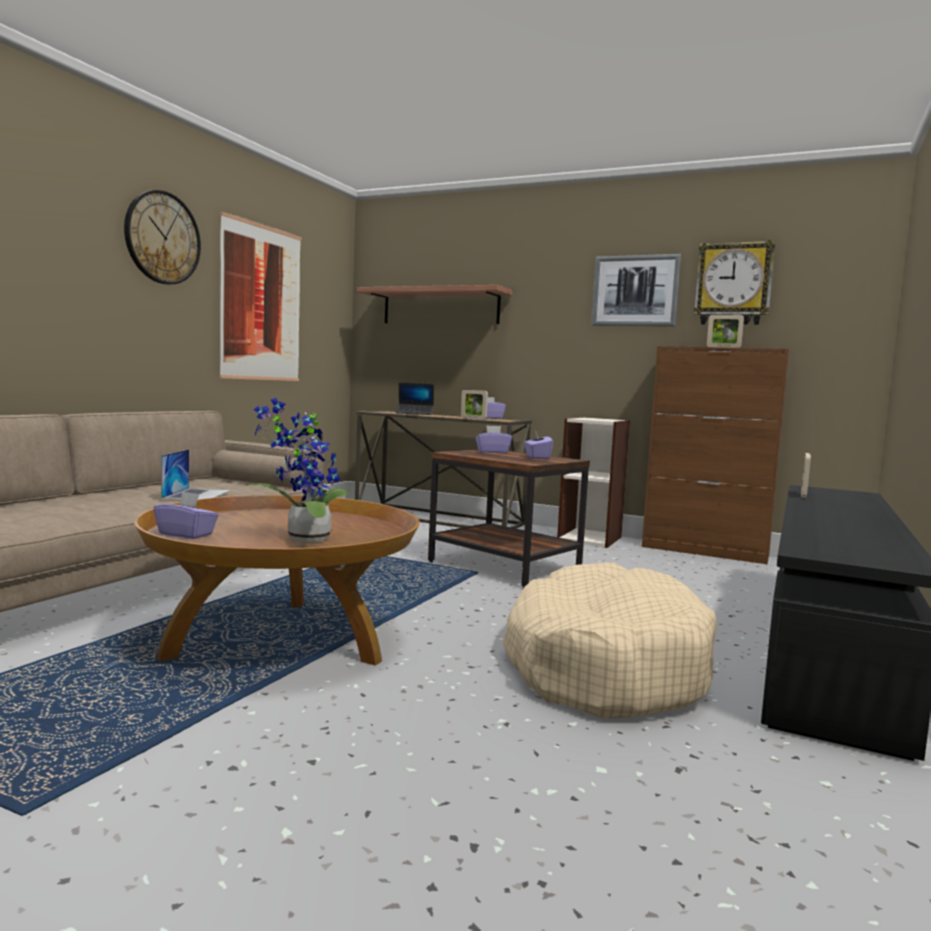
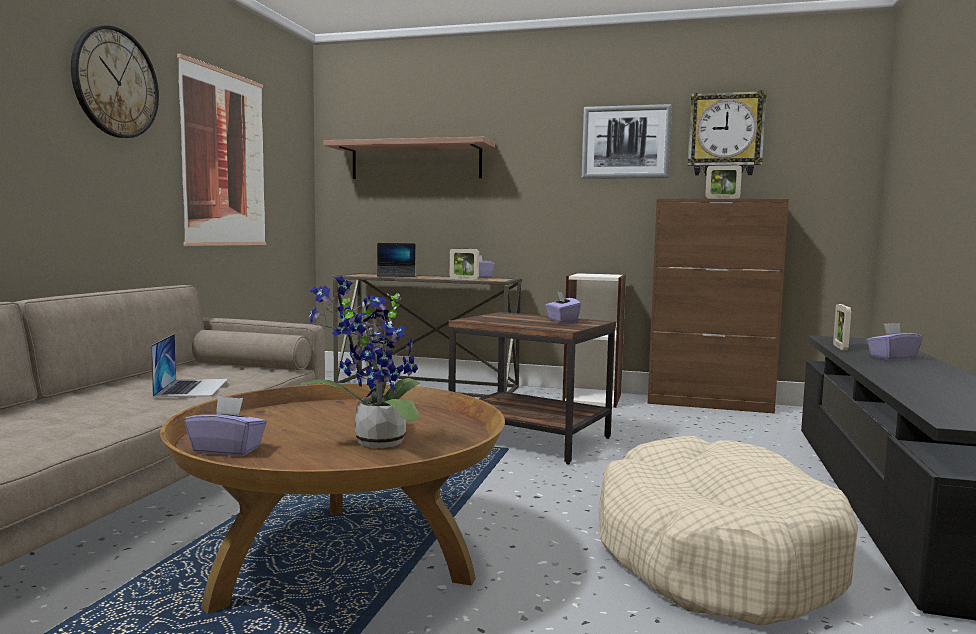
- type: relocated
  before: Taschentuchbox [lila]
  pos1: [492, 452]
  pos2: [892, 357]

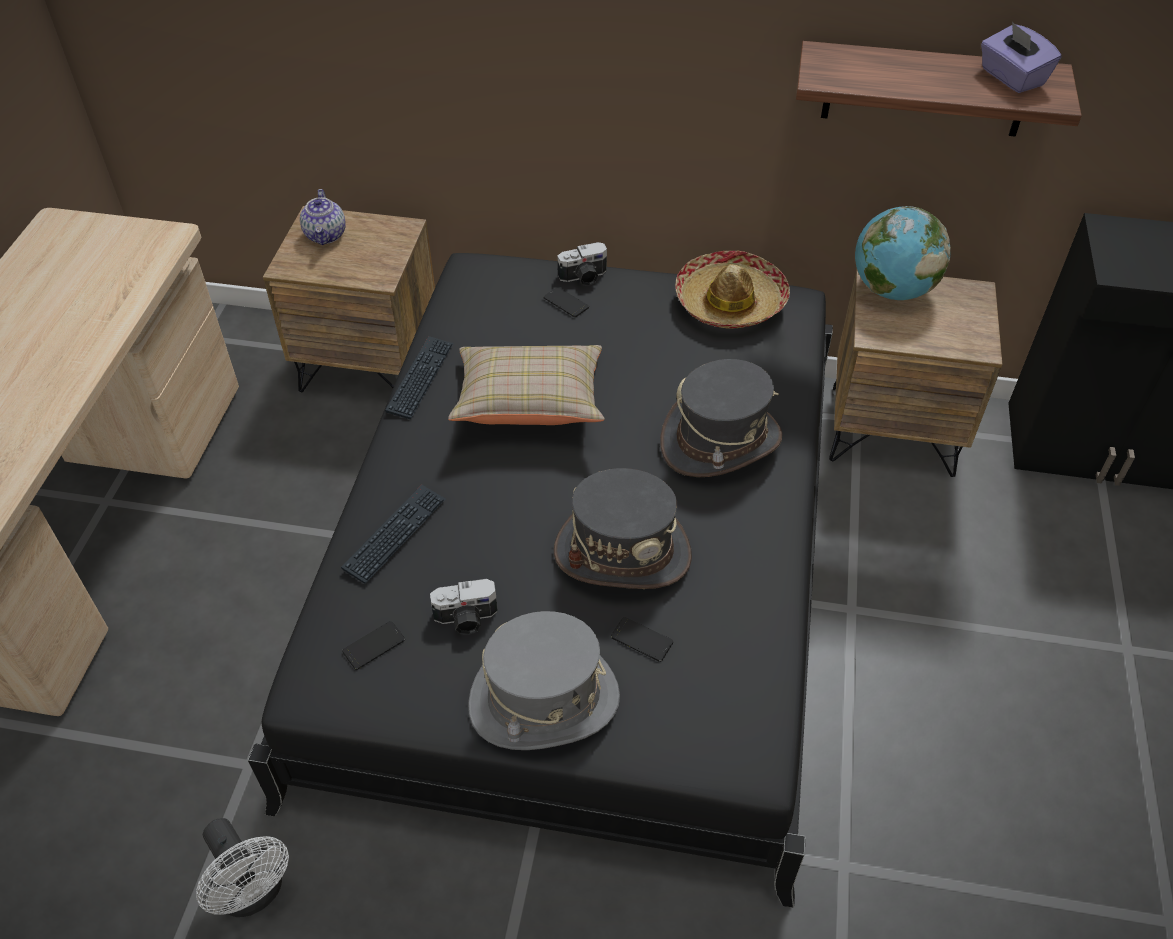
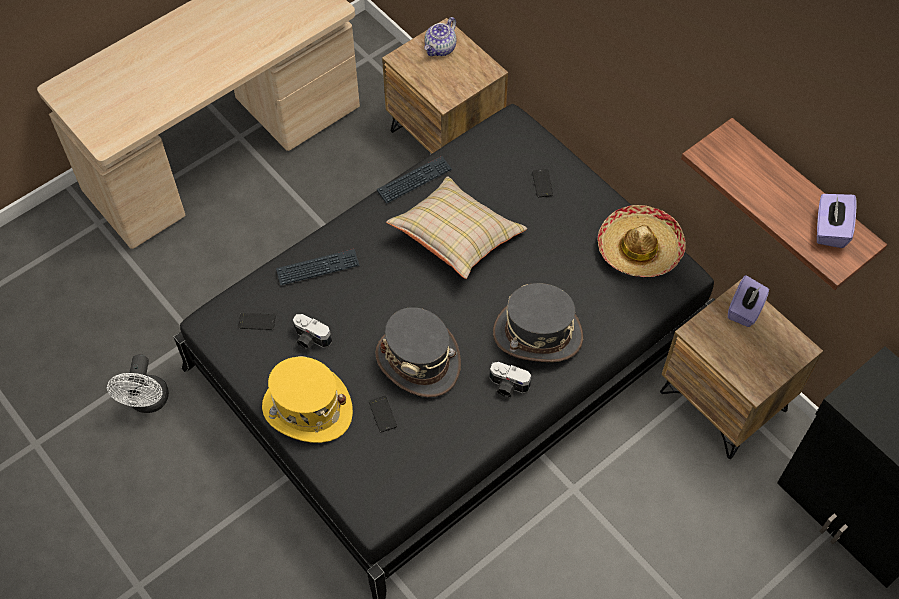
- type: colour
  before: Hut [grau]
  after: Hut [gelb]
  pos1: [544, 701]
  pos2: [307, 409]
- type: relocated
  before: Kamera
  pos1: [584, 277]
  pos2: [507, 387]
- type: exchanged
  before: Globus
  after: Taschentuchbox [lila]
  pos1: [892, 290]
  pos2: [745, 310]

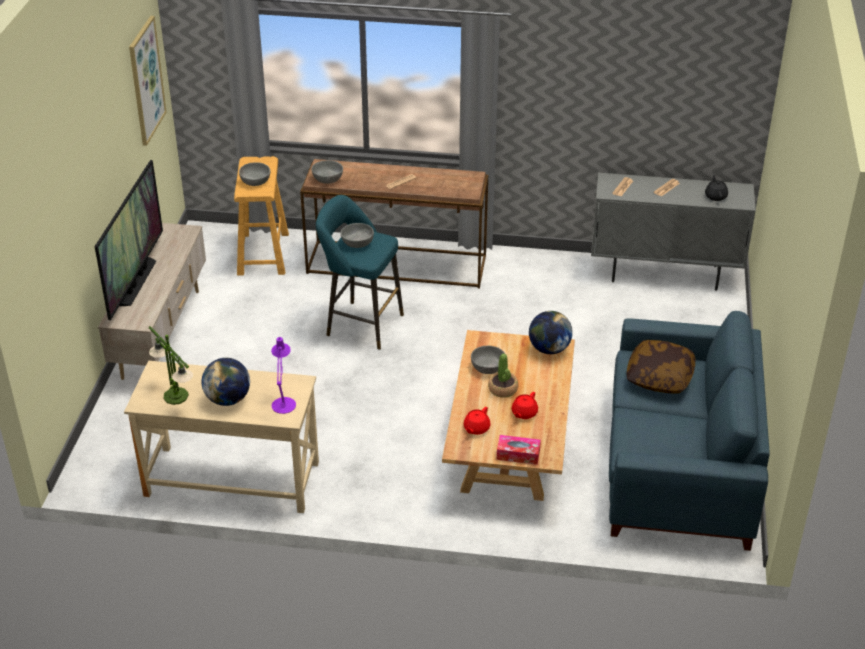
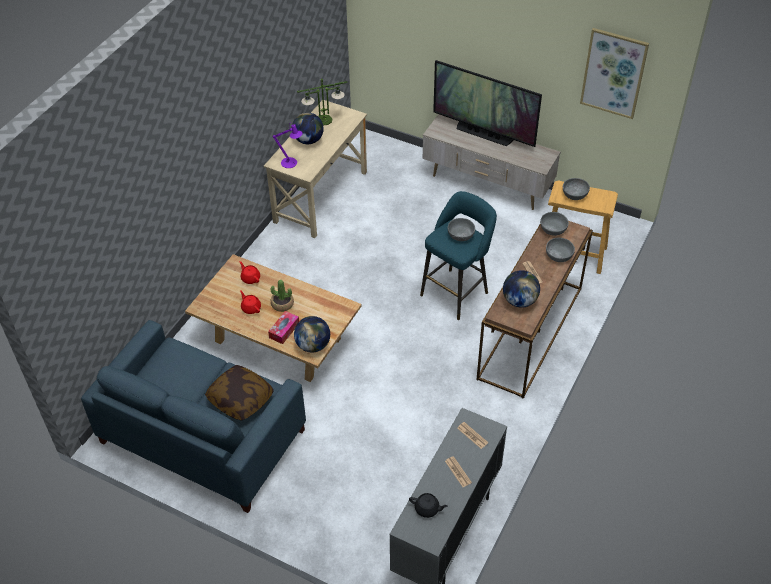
- type: relocated
  before: Schüssel [grau]
  pos1: [488, 367]
  pos2: [559, 255]
- type: relocated
  before: Taschentuchbox
  pos1: [518, 454]
  pos2: [284, 330]
- type: appeared
  after: Globus
  pos2: [519, 301]

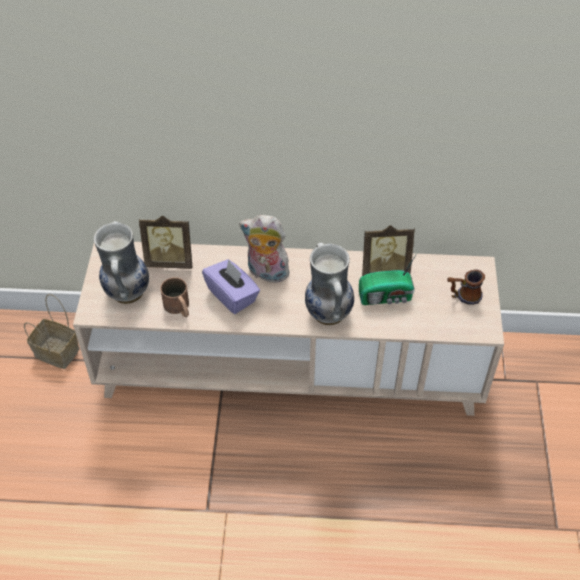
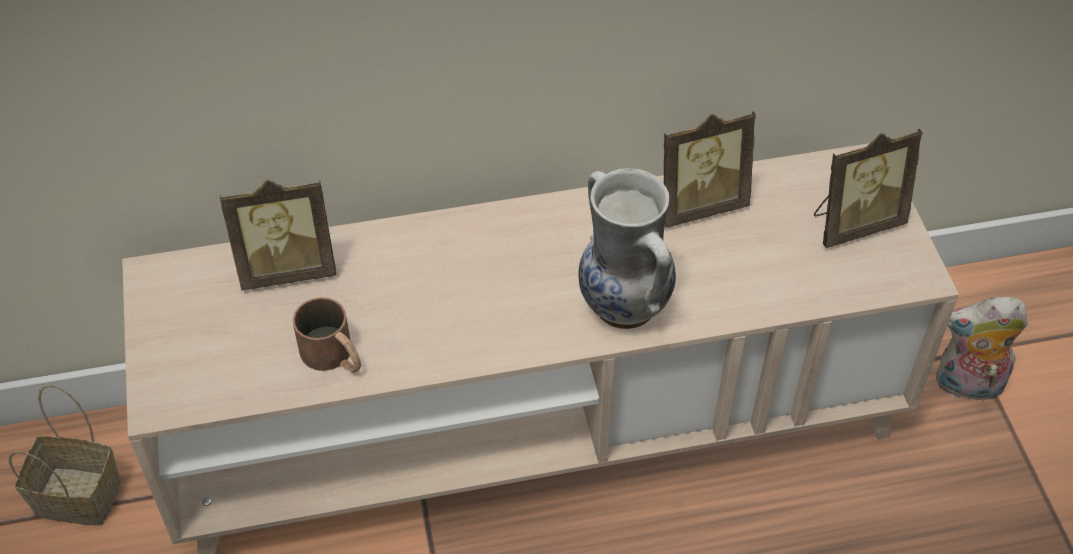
- type: missing
  before: Vase
  pos1: [126, 292]
- type: missing
  before: Taschentuchbox [lila]
  pos1: [232, 295]
- type: relocated
  before: Plüschtier
  pos1: [266, 273]
  pos2: [967, 386]
- type: missing
  before: Radio
  pos1: [386, 297]
- type: exchanged
  before: Henkelbecher
  after: Bilderrahmen
  pos1: [462, 296]
  pos2: [854, 223]

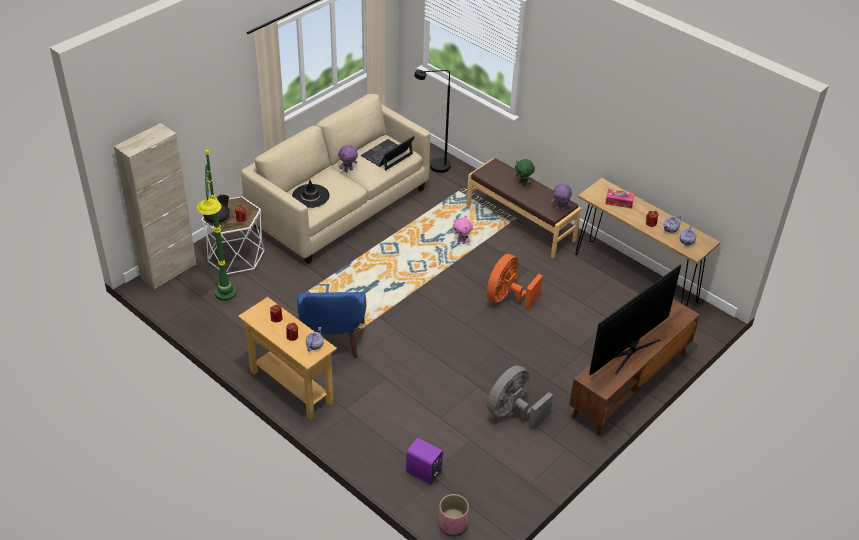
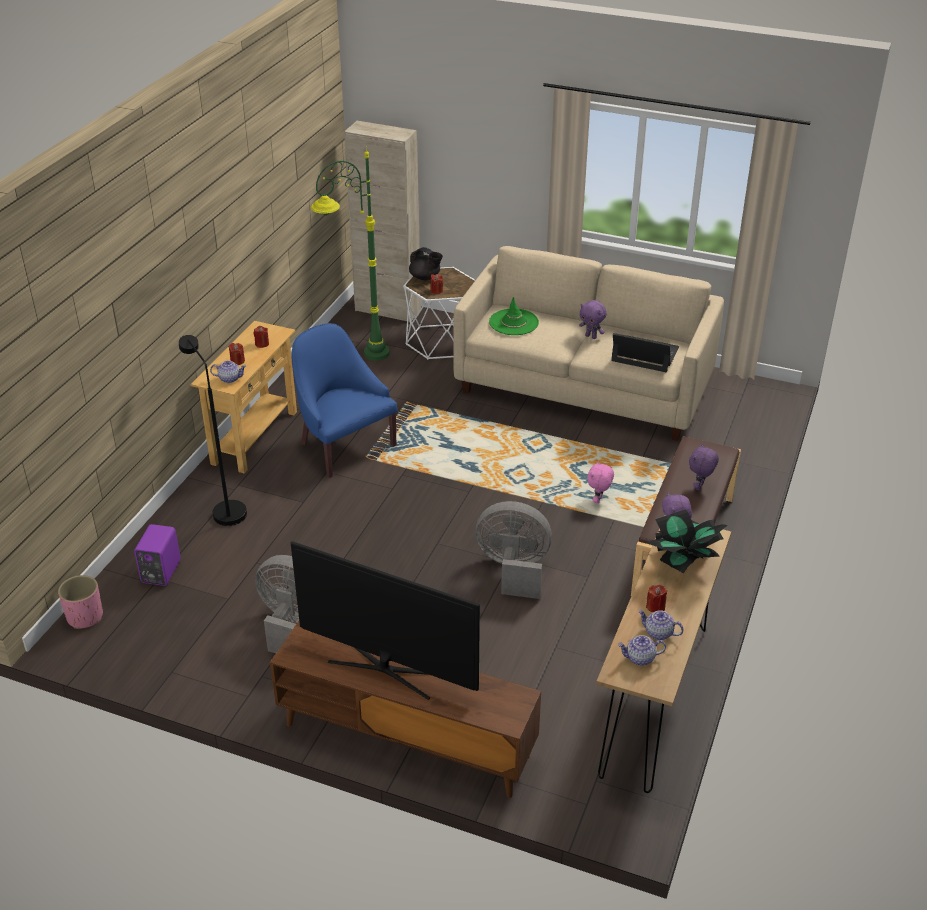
- type: colour
  before: Hut [schwarz]
  after: Hut [grün]
  pos1: [310, 196]
  pos2: [514, 322]
- type: spun
  before: Sessel [blau]
  pos1: [332, 341]
  pos2: [343, 445]
  turn: 75
- type: relocated
  before: Stehlampe [schwarz]
  pos1: [434, 167]
  pos2: [225, 509]
- type: colour
  before: Ventilator [orange]
  after: Ventilator [grau]
  pos1: [507, 298]
  pos2: [513, 570]
- type: colour
  before: Plüschtier [grün]
  after: Plüschtier [lila]
  pos1: [523, 184]
  pos2: [700, 487]
- type: exchanged
  before: Taschentuchbox
  after: Topfpflanze
  pos1: [619, 202]
  pos2: [683, 561]

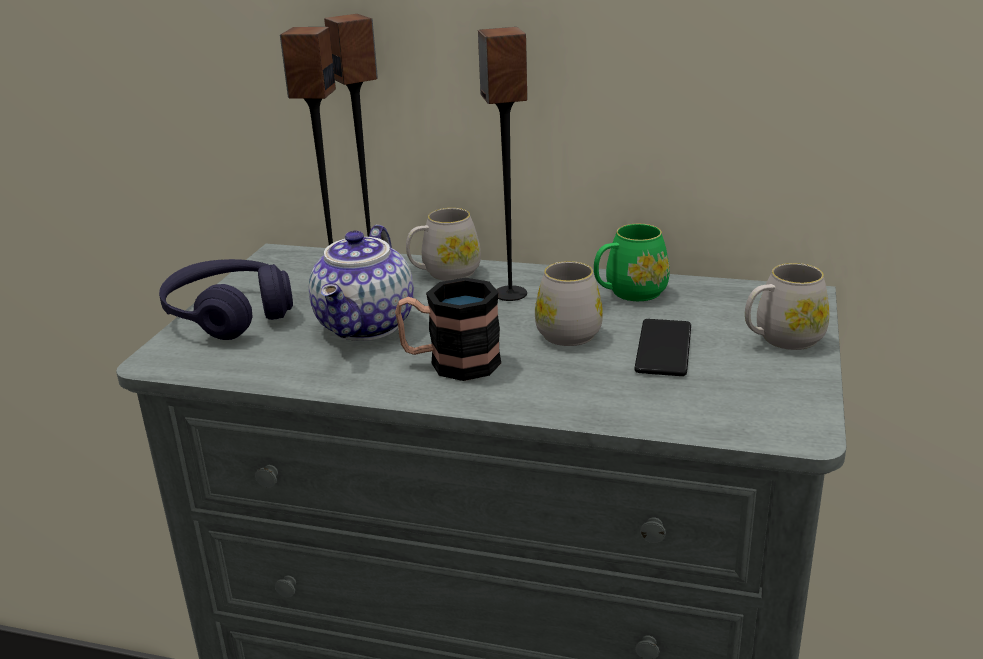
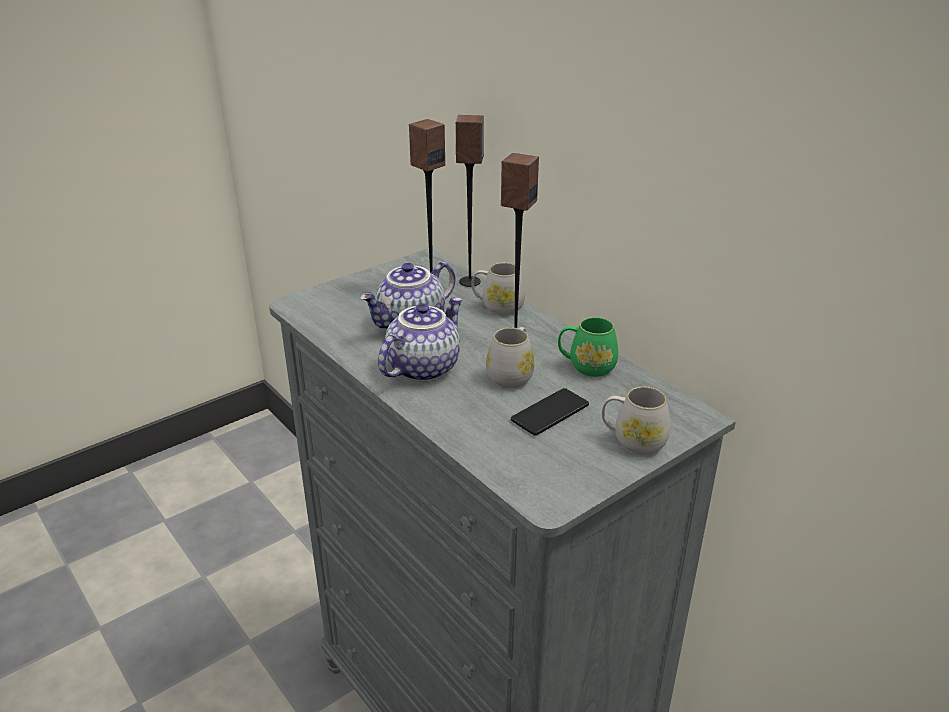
- type: missing
  before: Kopfhörer [lila]
  pos1: [229, 315]
- type: exchanged
  before: Henkelbecher
  after: Teekanne
  pos1: [450, 363]
  pos2: [422, 367]

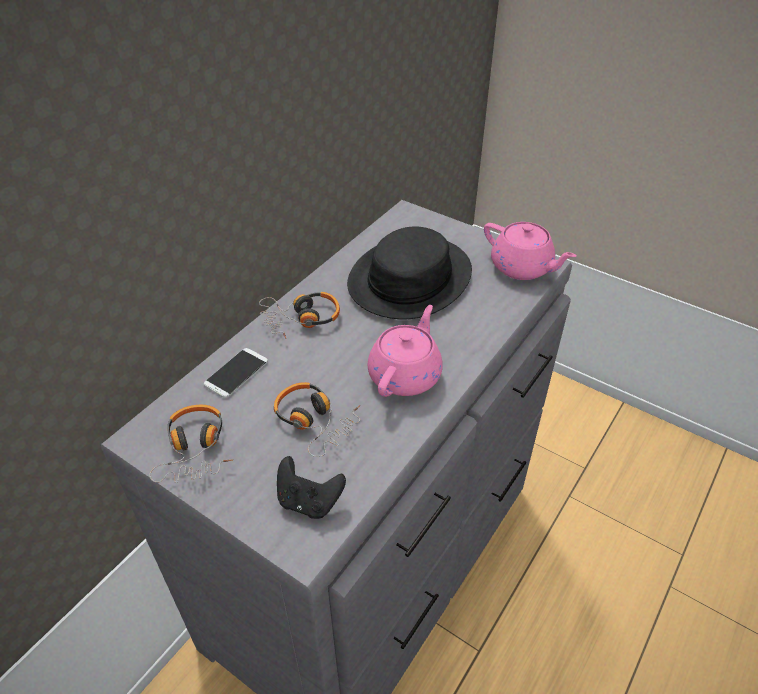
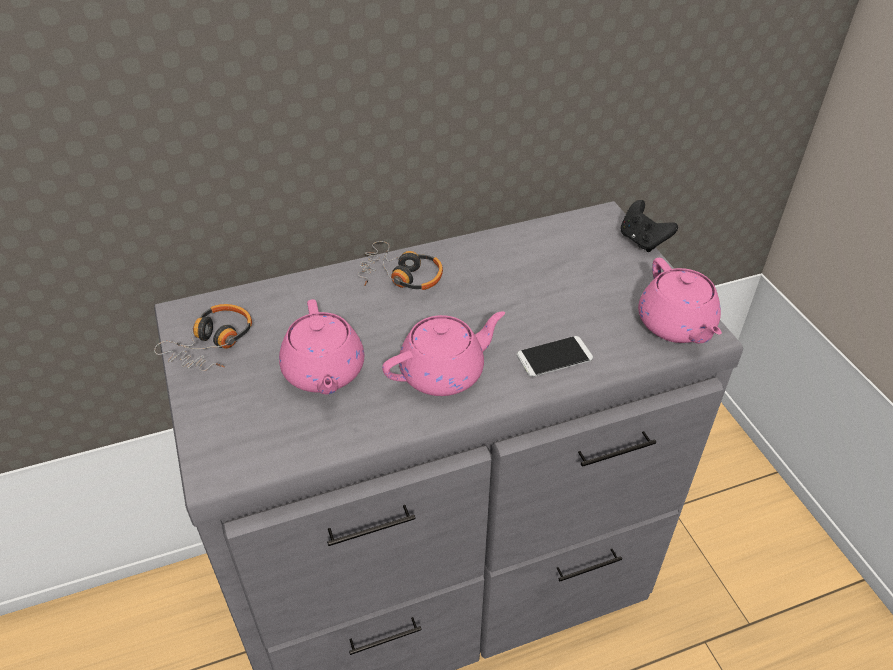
- type: relocated
  before: Handy
  pos1: [236, 373]
  pos2: [554, 357]
- type: exchanged
  before: Kopfhörer
  after: Teekanne [rosa]
  pos1: [315, 421]
  pos2: [324, 372]
- type: relocated
  before: Gamepad [schwarz]
  pos1: [309, 501]
  pos2: [642, 241]
- type: missing
  before: Hut [schwarz]
  pos1: [409, 278]

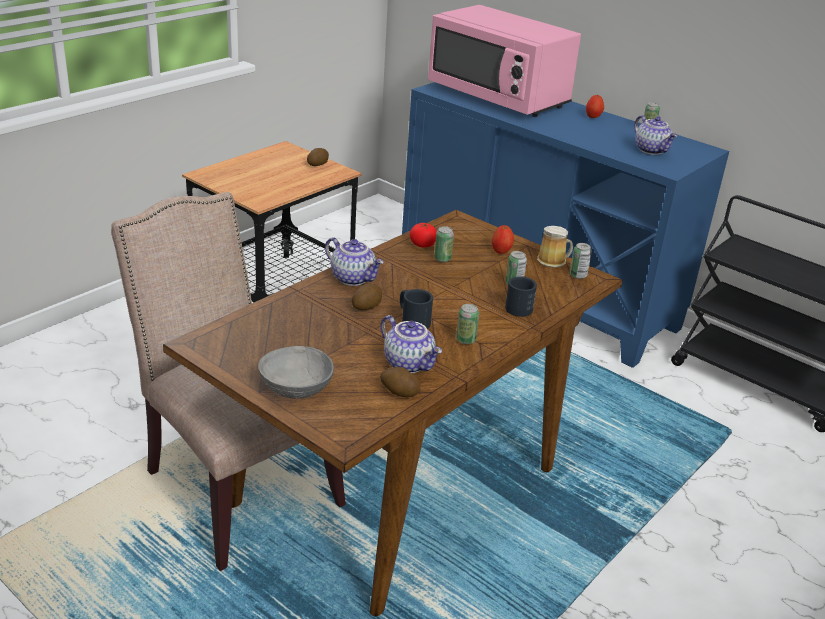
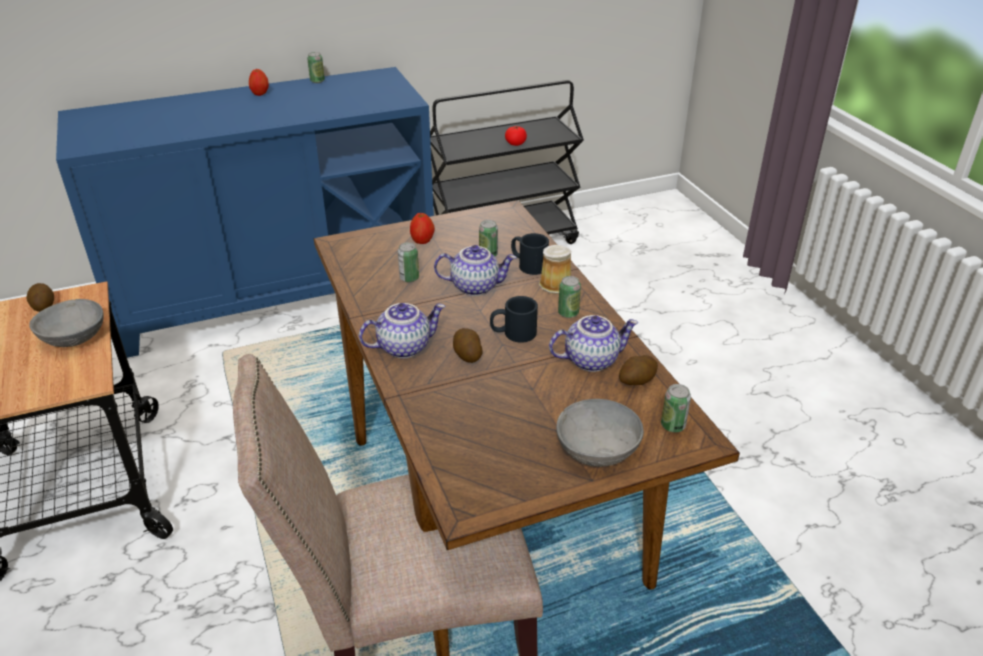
- type: relocated
  before: Tomate
  pos1: [422, 244]
  pos2: [515, 144]
- type: missing
  before: Mikrowelle [rosa]
  pos1: [498, 97]
- type: relocated
  before: Henkelbecher
  pos1: [553, 261]
  pos2: [556, 284]
- type: relocated
  before: Dose
  pos1: [578, 275]
  pos2: [673, 426]
- type: relocated
  before: Teekanne
  pos1: [652, 150]
  pos2: [475, 286]
- type: appeared
  after: Schüssel [grau]
  pos2: [74, 337]

